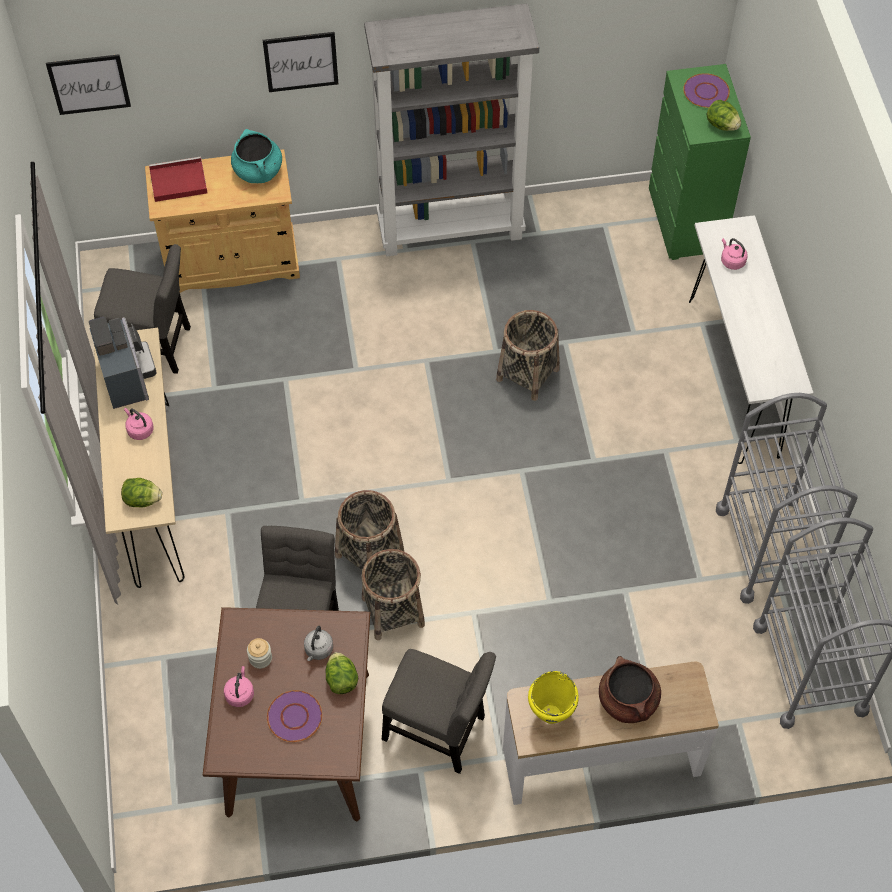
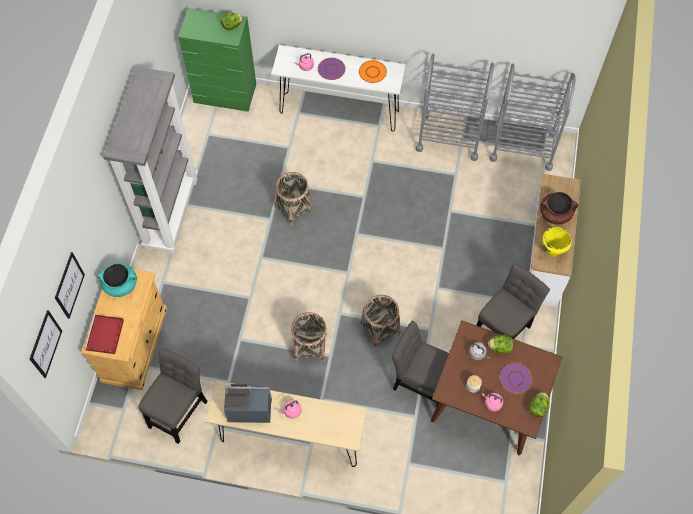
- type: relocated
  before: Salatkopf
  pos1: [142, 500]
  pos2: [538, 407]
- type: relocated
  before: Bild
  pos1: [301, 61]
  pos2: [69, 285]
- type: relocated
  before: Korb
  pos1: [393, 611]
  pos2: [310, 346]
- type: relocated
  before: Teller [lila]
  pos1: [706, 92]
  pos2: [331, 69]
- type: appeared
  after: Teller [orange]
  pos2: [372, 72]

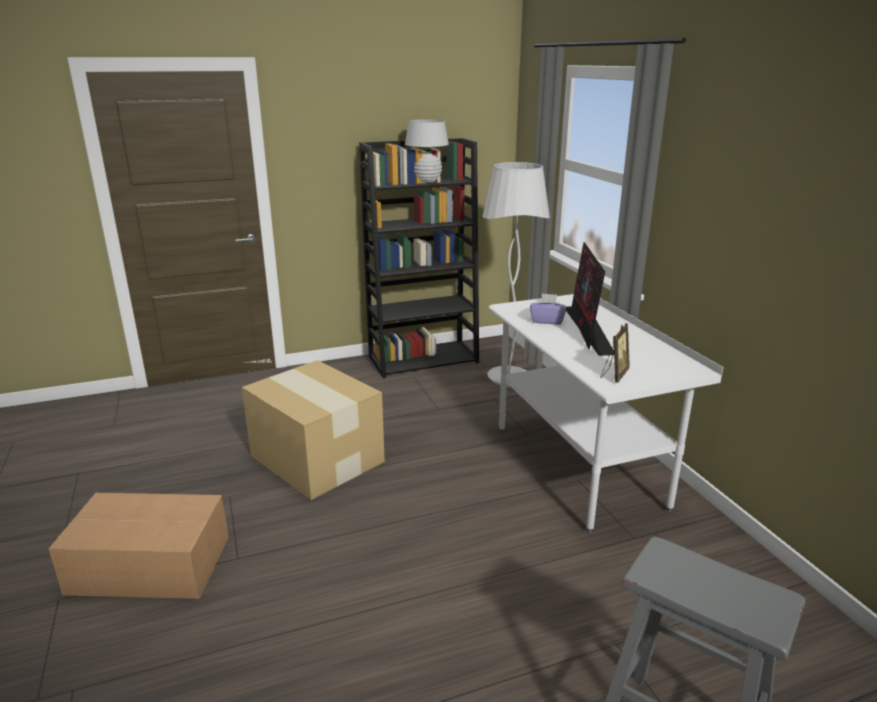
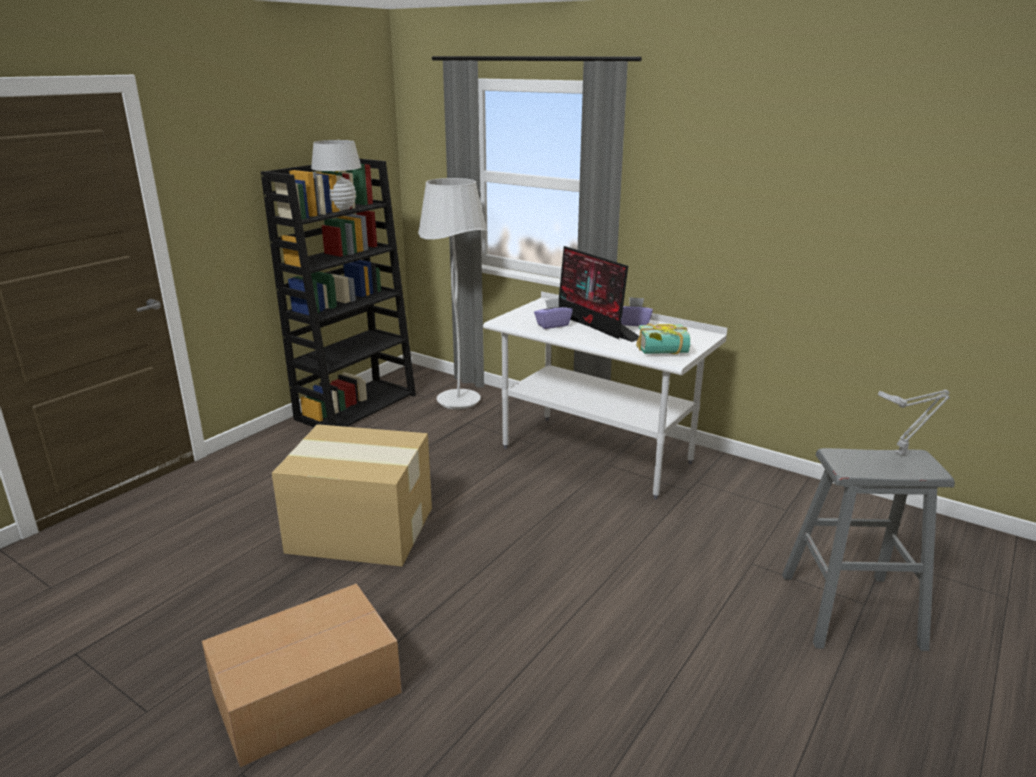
- type: exchanged
  before: Bilderrahmen
  after: Buch
  pos1: [614, 375]
  pos2: [663, 353]
- type: appeared
  after: Taschentuchbox [lila]
  pos2: [634, 323]
- type: appeared
  after: Tischlampe [grau]
  pos2: [902, 453]

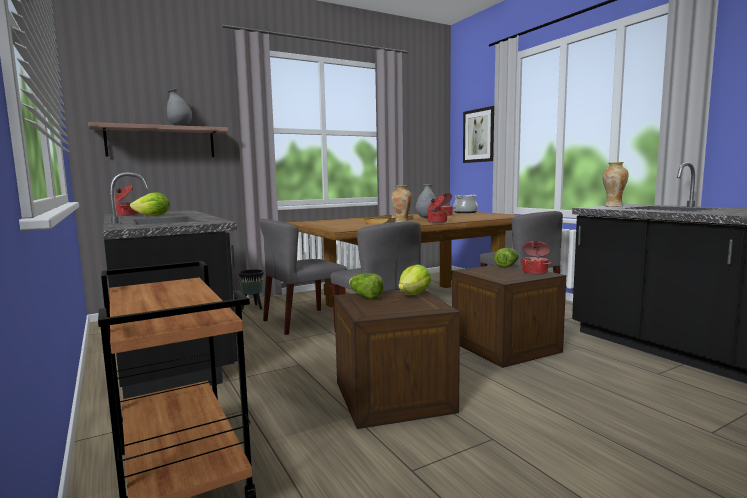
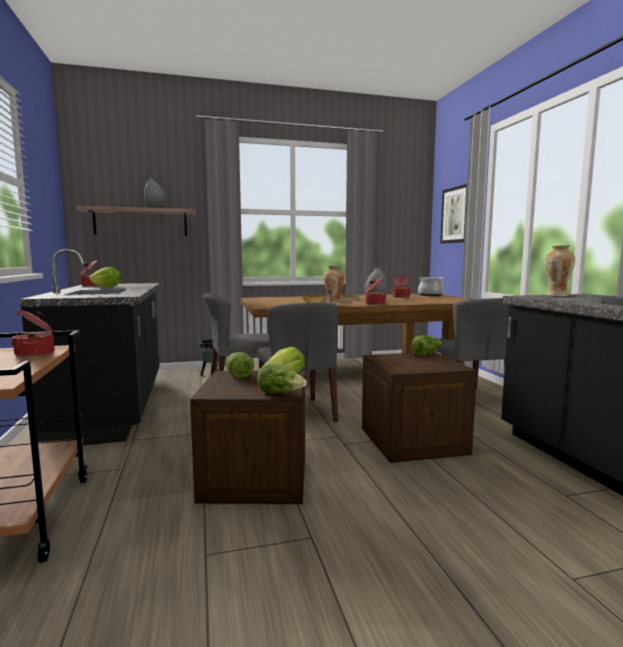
- type: relocated
  before: Kochtopf
  pos1: [535, 272]
  pos2: [36, 354]
- type: appeared
  after: Salatkopf
  pos2: [280, 393]

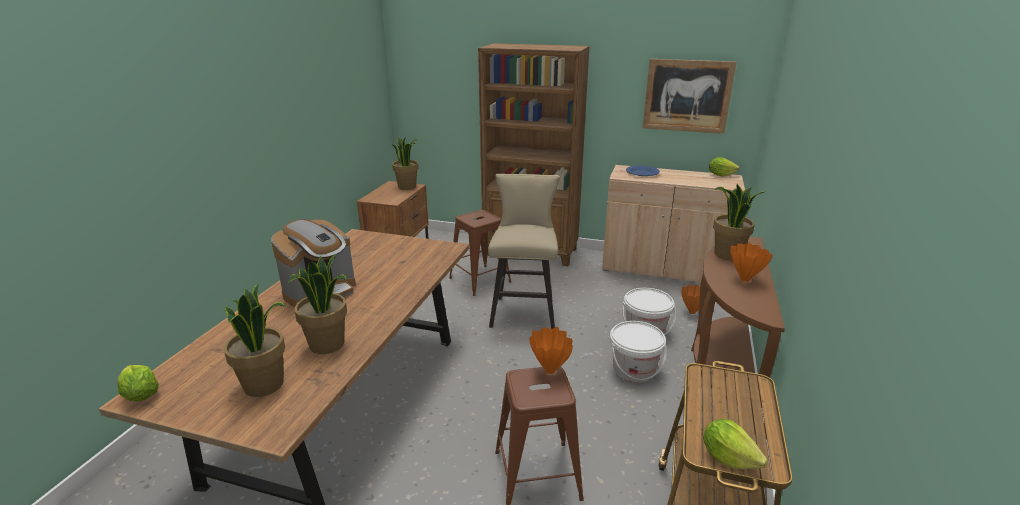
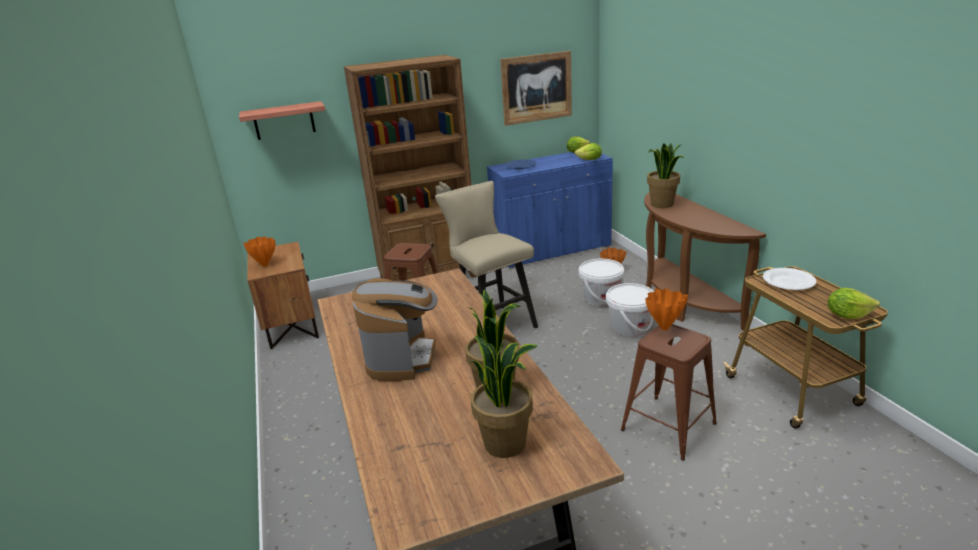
- type: relocated
  before: Salatkopf
  pos1: [140, 395]
  pos2: [589, 160]
- type: missing
  before: Topfpflanze
  pos1: [407, 186]
- type: colour
  before: Schrank [beige]
  after: Schrank [blau]
  pos1: [663, 269]
  pos2: [552, 250]
- type: relocated
  before: Vase [orange]
  pos1: [744, 279]
  pos2: [264, 265]
- type: appeared
  after: Wandregal
  pos2: [284, 121]
- type: appeared
  after: Teller [weiß]
  pos2: [788, 282]

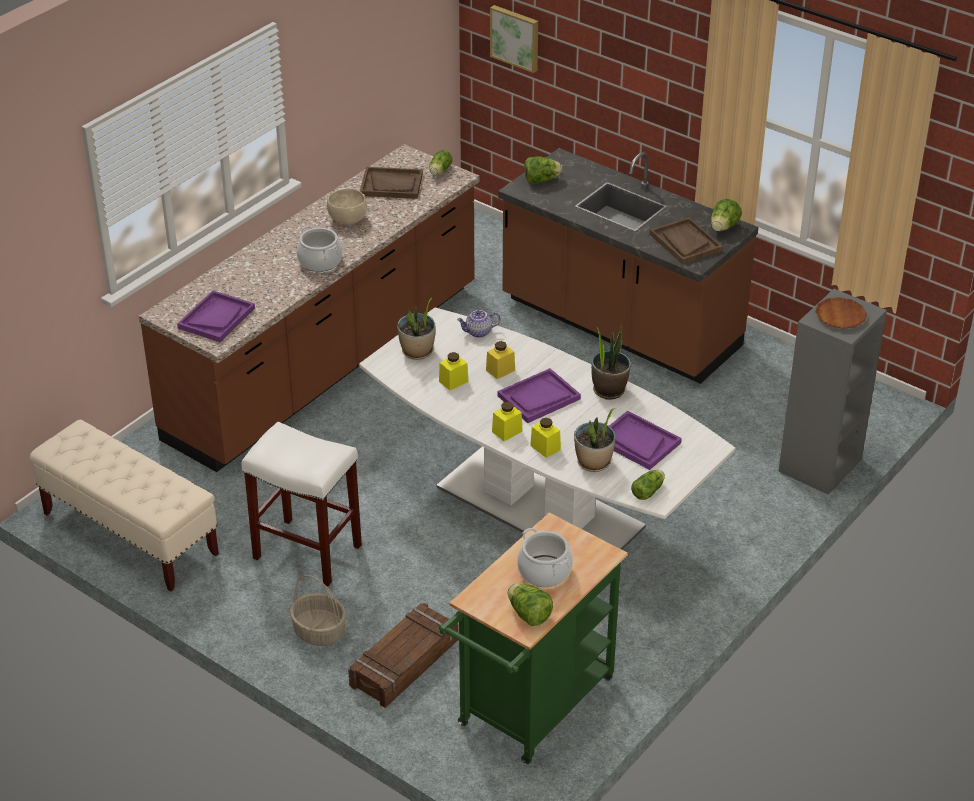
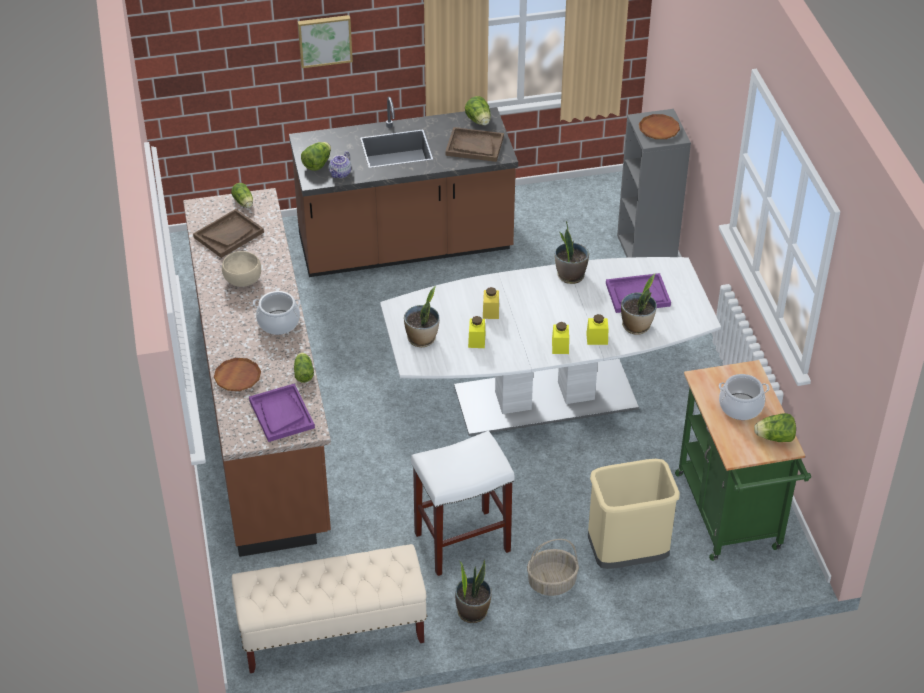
- type: exchanged
  before: Kiste
  after: Mülleimer [beige]
  pos1: [404, 662]
  pos2: [627, 555]
- type: relocated
  before: Teekanne
  pos1: [478, 332]
  pos2: [340, 174]
- type: relocated
  before: Bild
  pos1: [515, 37]
  pos2: [325, 40]
- type: missing
  before: Tablett [lila]
  pos1: [538, 398]
- type: relocated
  before: Salatkopf
  pos1: [649, 491]
  pos2: [303, 372]
- type: appeared
  after: Teller [braun]
  pos2: [237, 377]
- type: appeared
  after: Topfpflanze
  pos2: [472, 611]

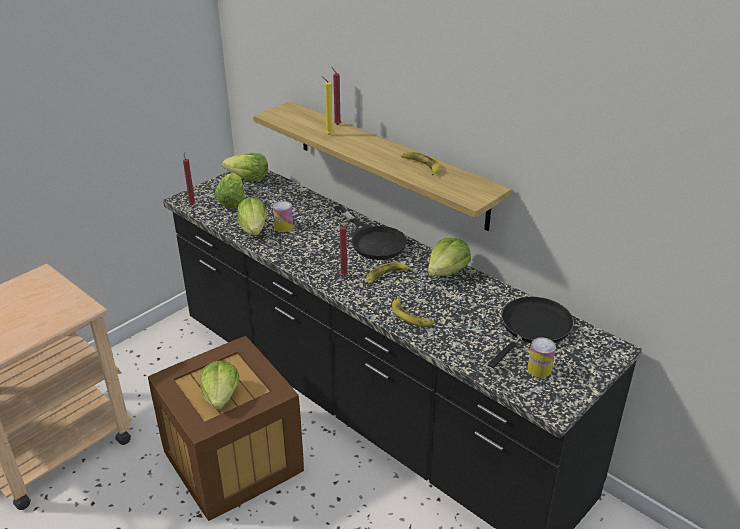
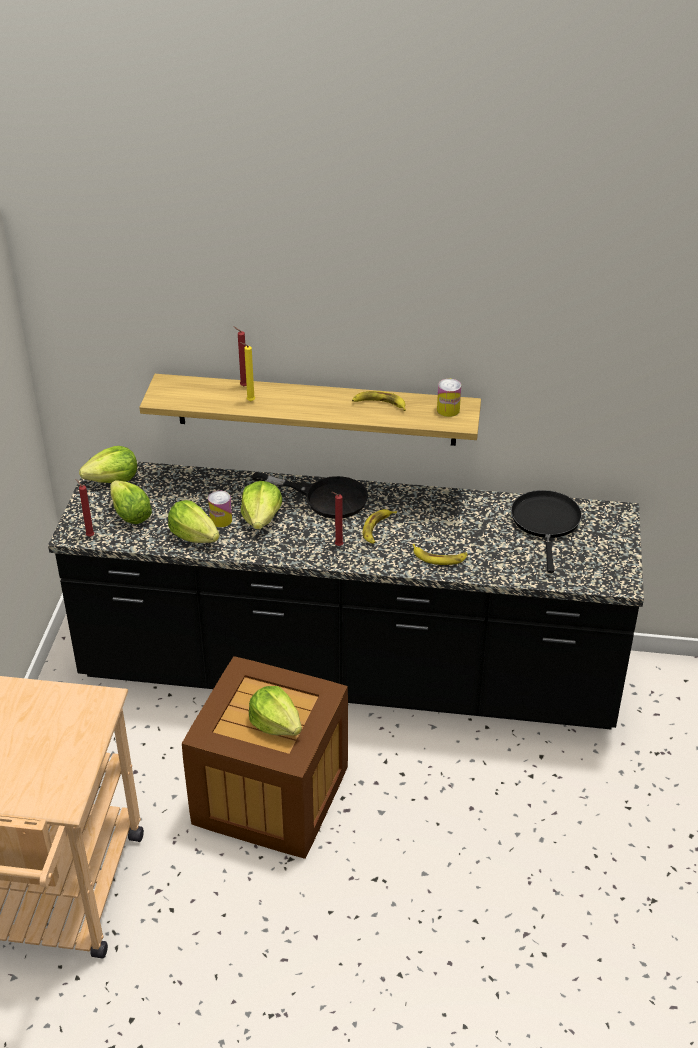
- type: relocated
  before: Salatkopf
  pos1: [447, 271]
  pos2: [261, 518]
- type: relocated
  before: Dose
  pos1: [539, 369]
  pos2: [448, 410]

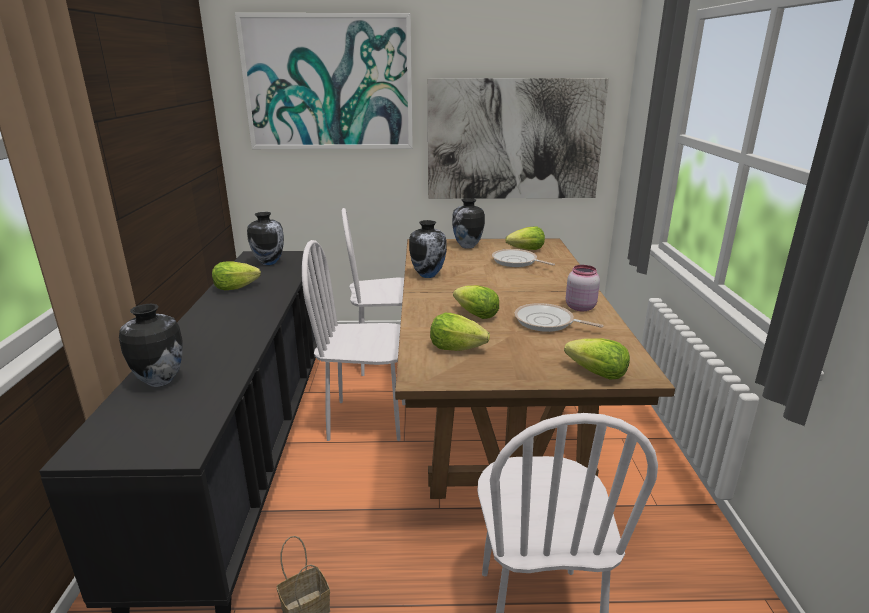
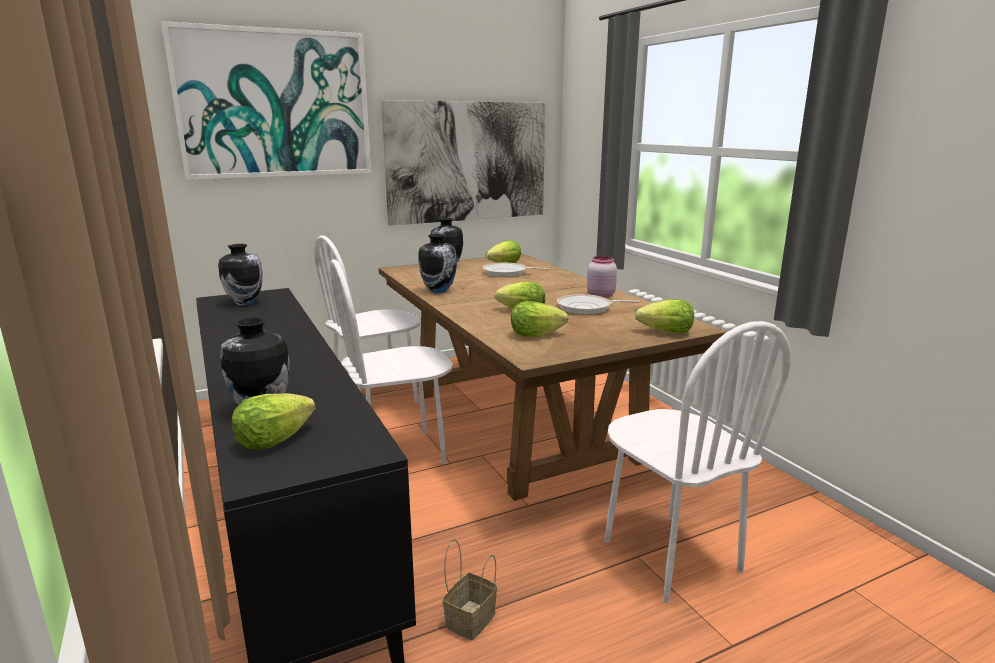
- type: relocated
  before: Salatkopf
  pos1: [235, 288]
  pos2: [273, 440]

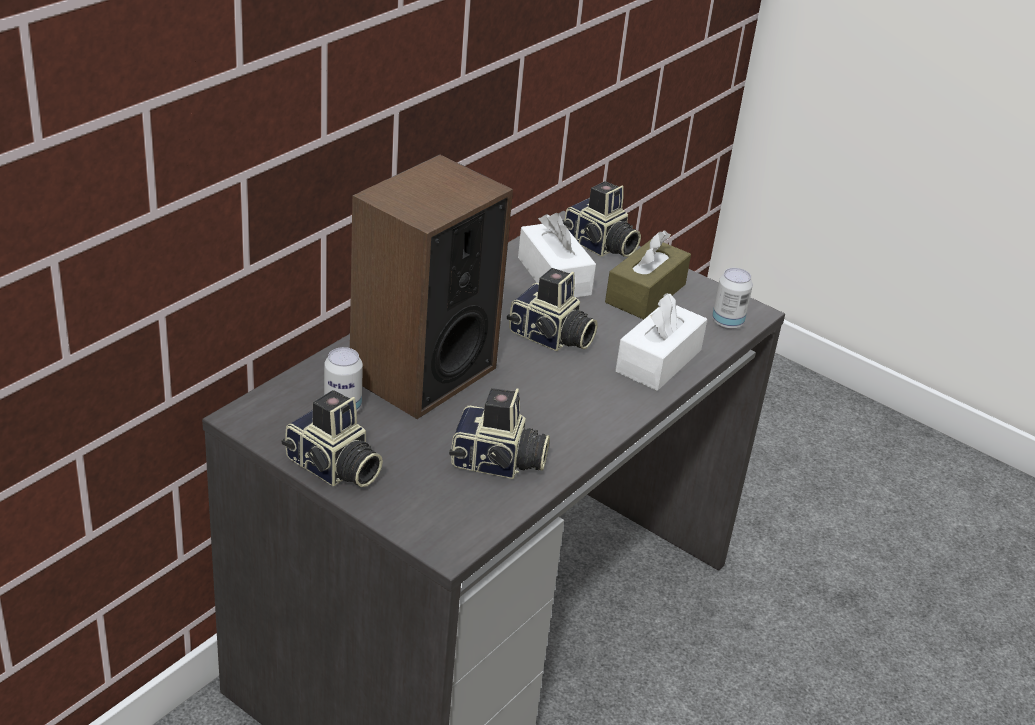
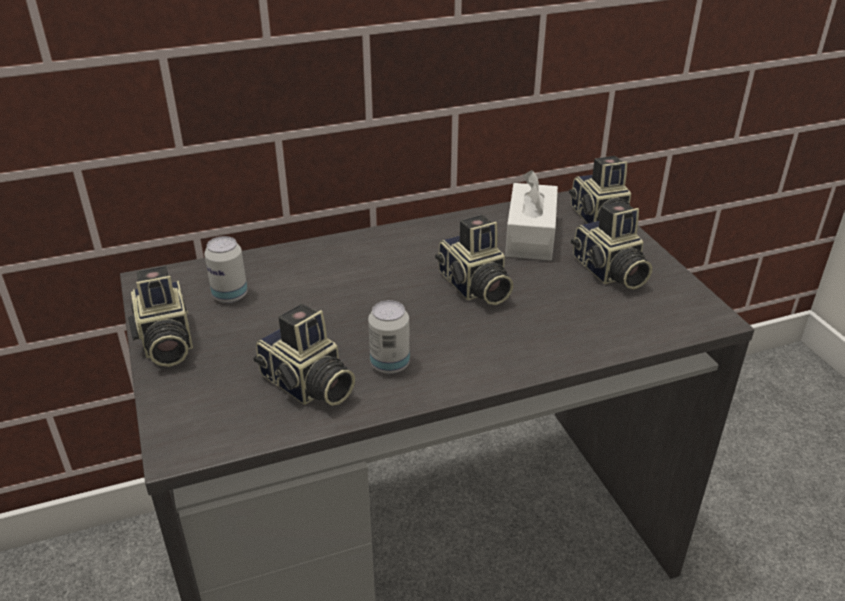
- type: missing
  before: Lautsprecher
  pos1: [422, 373]
- type: exchanged
  before: Taschentuchbox [braun]
  after: Kamera
  pos1: [645, 293]
  pos2: [609, 272]
- type: missing
  before: Taschentuchbox [weiß]
  pos1: [658, 361]
- type: relocated
  before: Dose
  pos1: [727, 323]
  pos2: [390, 364]

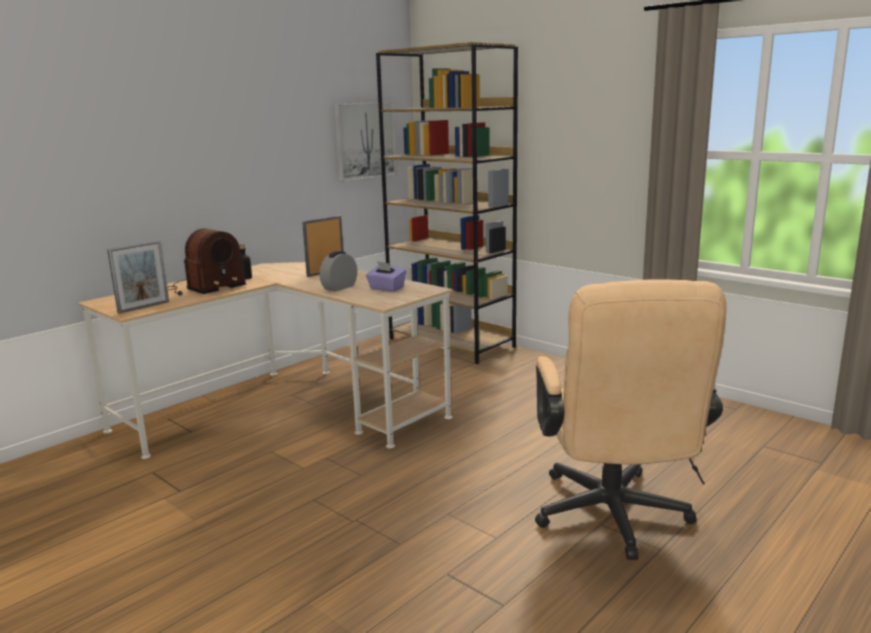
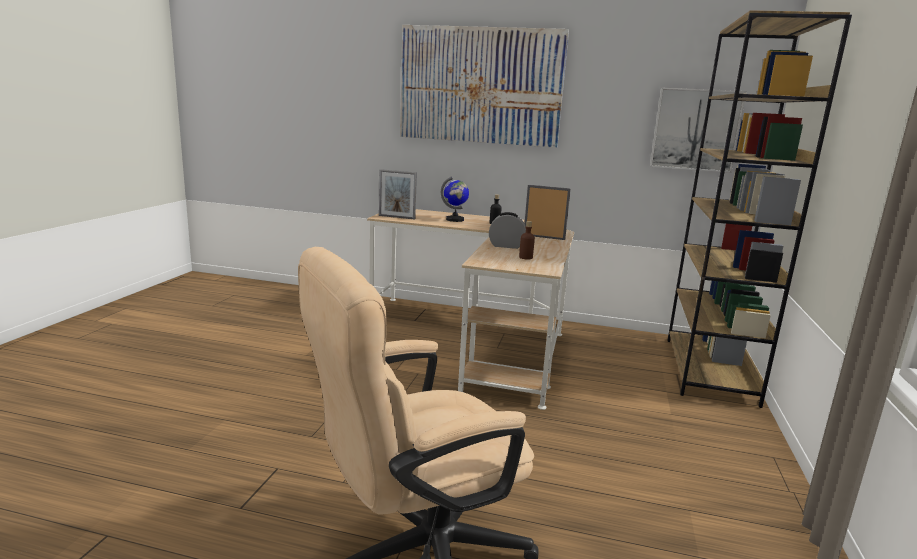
- type: exchanged
  before: Radio
  after: Globus
  pos1: [202, 288]
  pos2: [455, 220]
- type: exchanged
  before: Taschentuchbox [lila]
  after: Flasche [braun]
  pos1: [386, 288]
  pos2: [525, 257]
- type: appeared
  after: Bild
  pos2: [480, 86]

